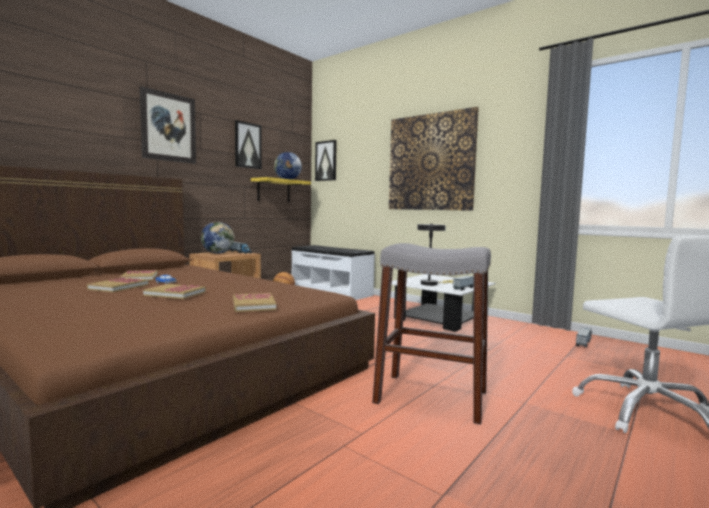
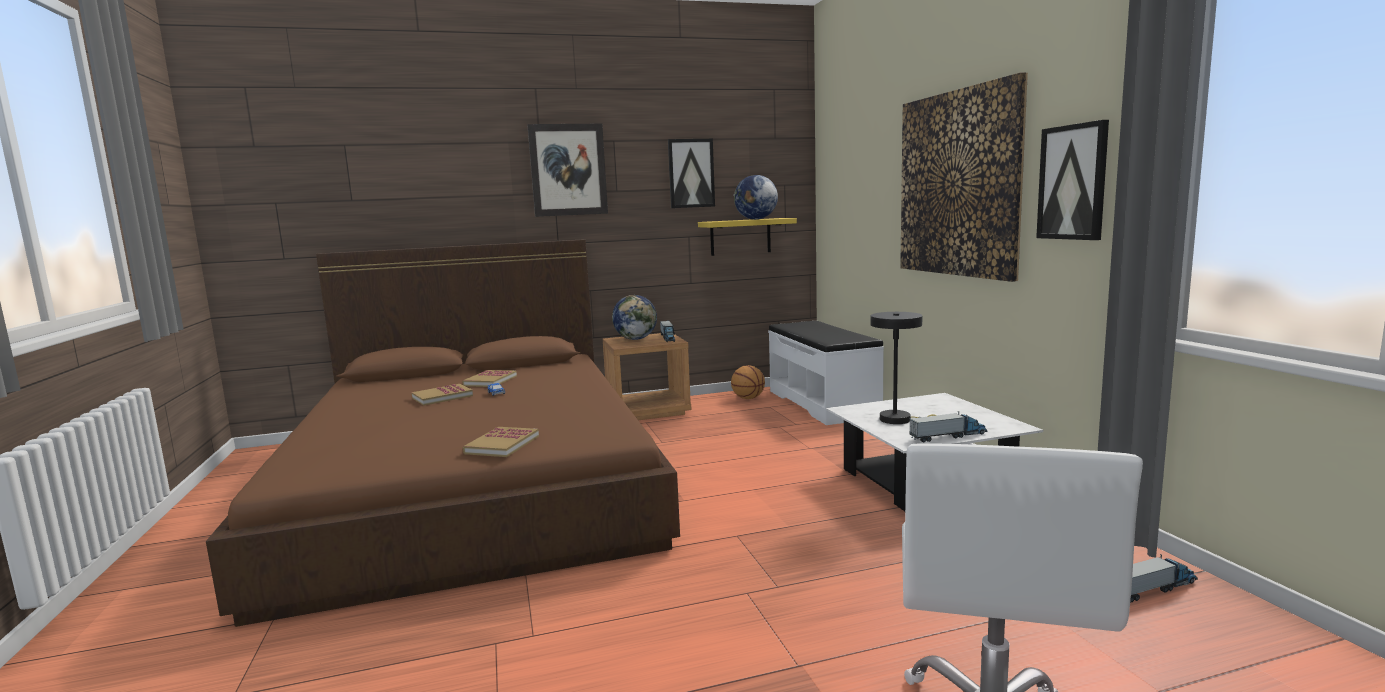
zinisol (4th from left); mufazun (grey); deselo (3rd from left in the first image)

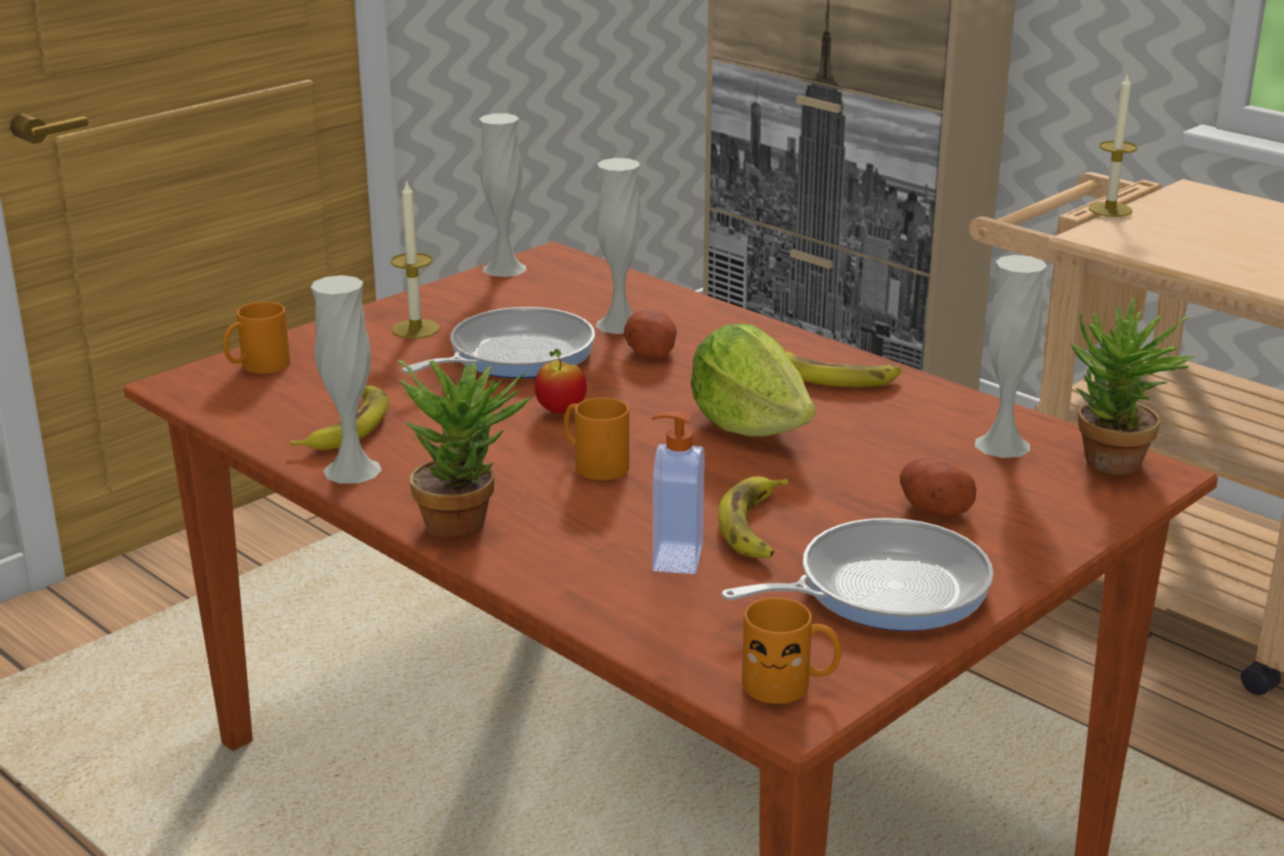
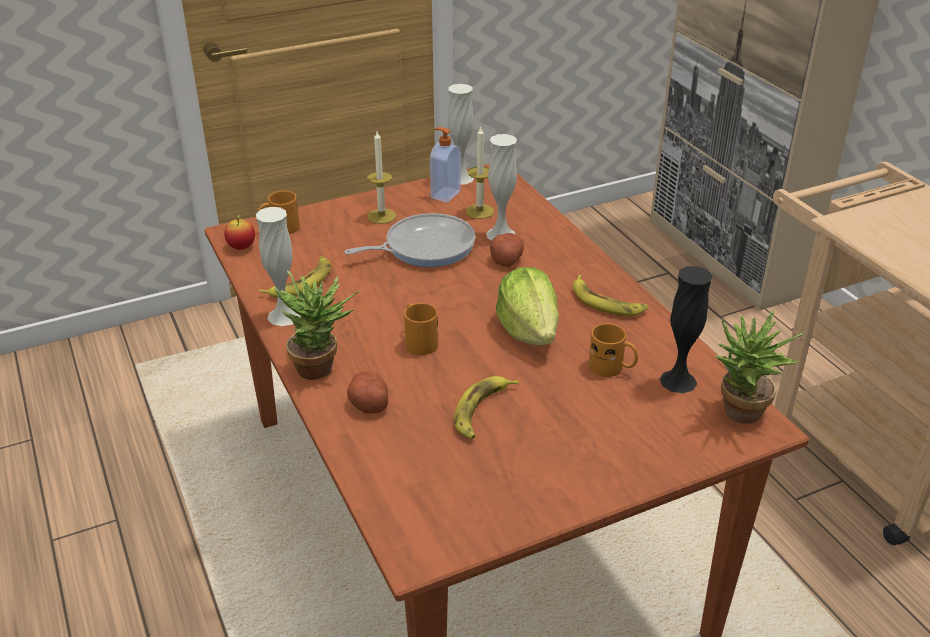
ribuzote (2nd from left); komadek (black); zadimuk; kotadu; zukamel (1st from left); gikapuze (2nd from left in the first image); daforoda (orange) (3rd from left)

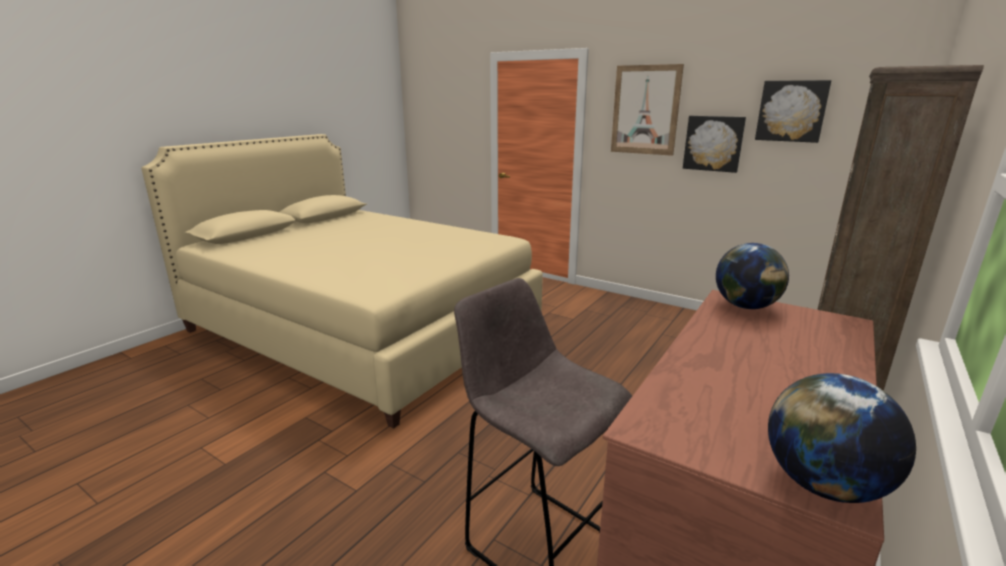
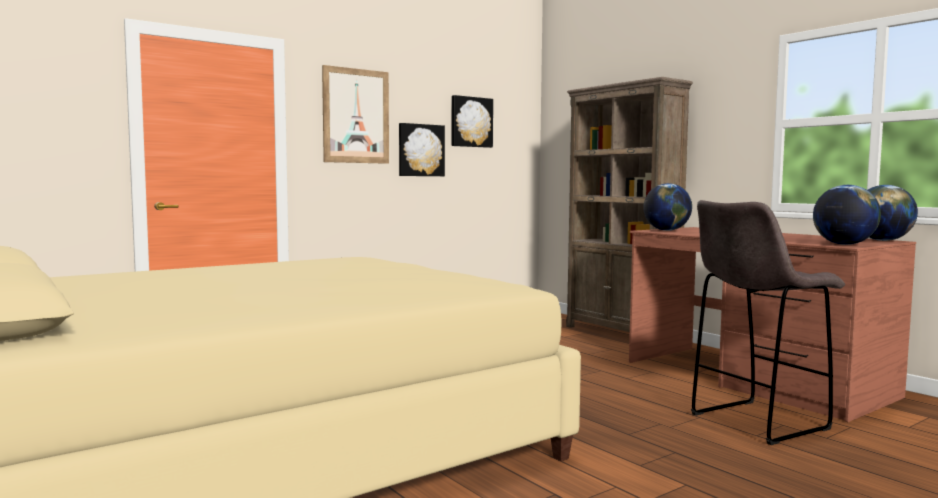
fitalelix (2nd from left)

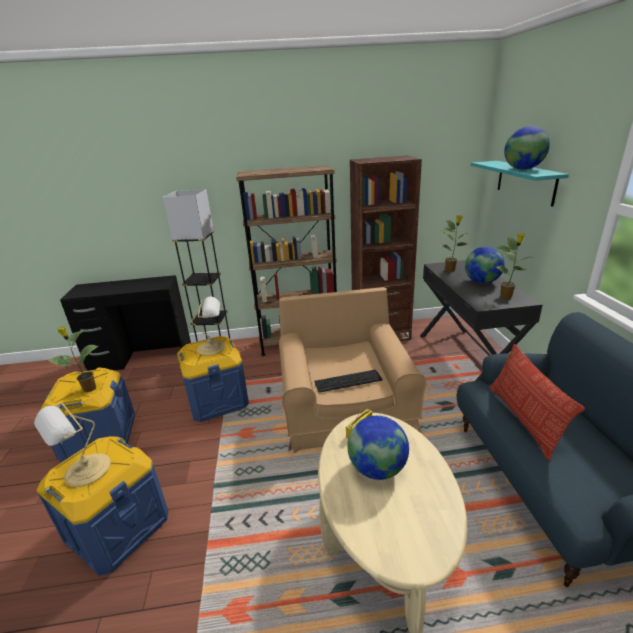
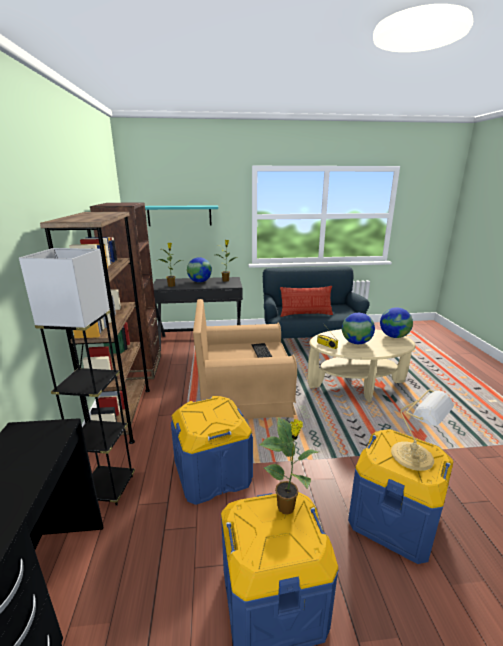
fitalelix (3rd from left); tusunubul (2nd from left in the first image)

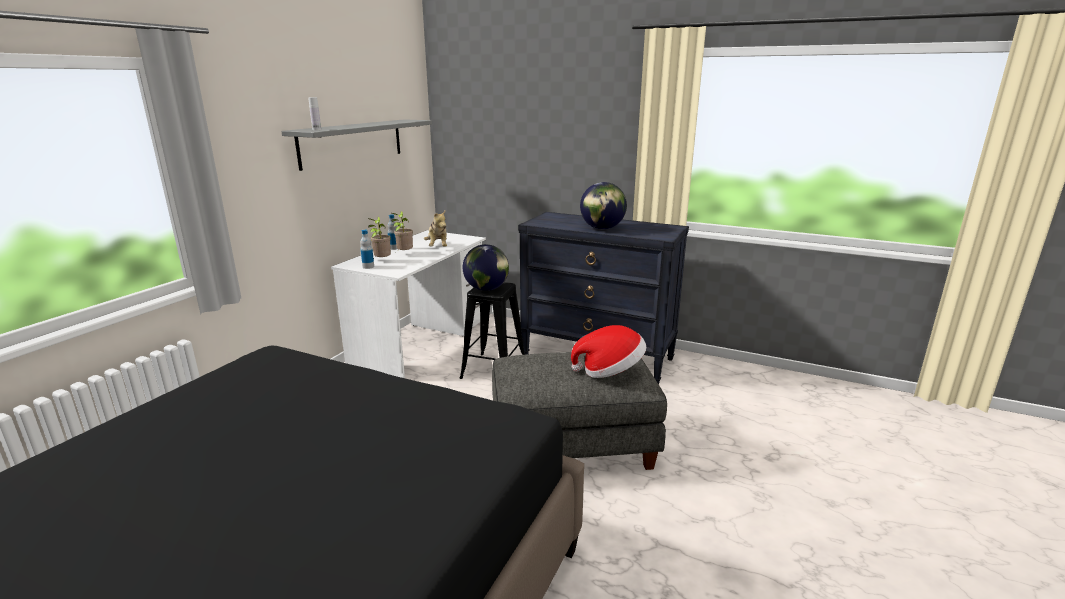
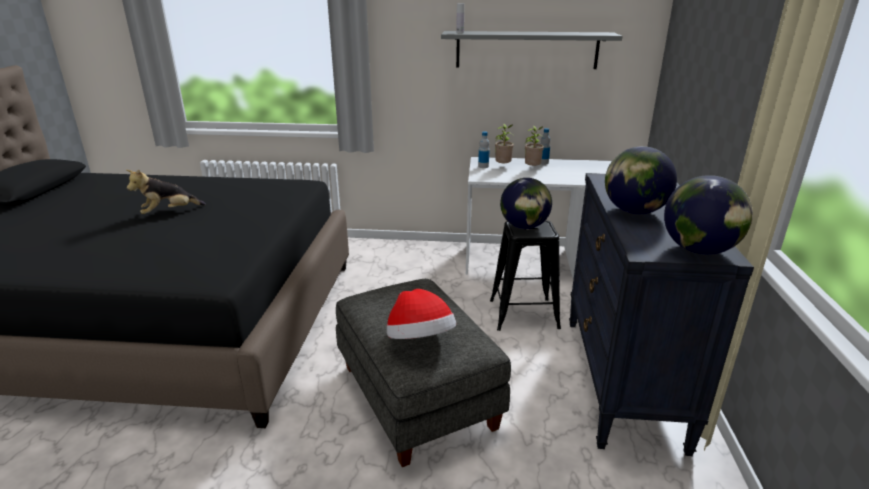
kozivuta; fitalelix (3rd from left)

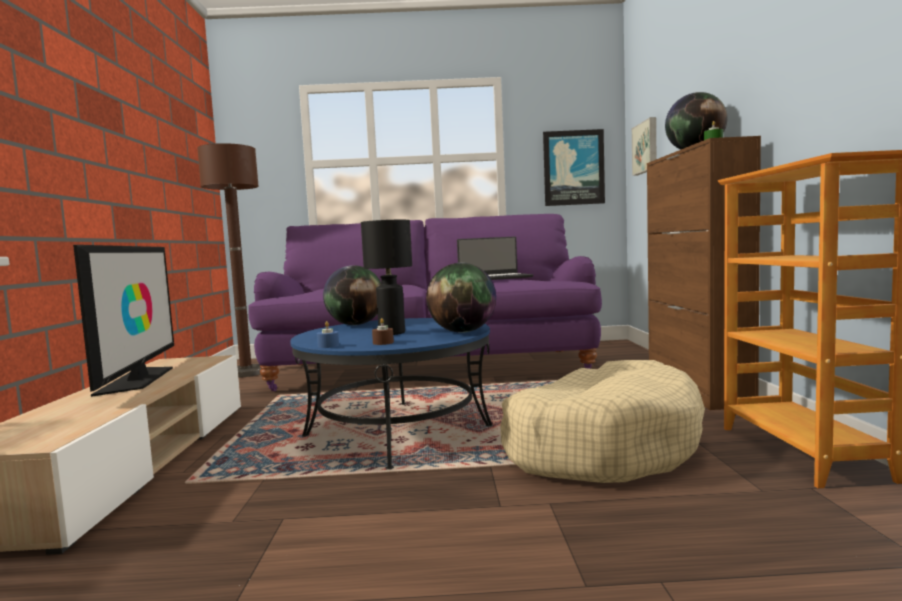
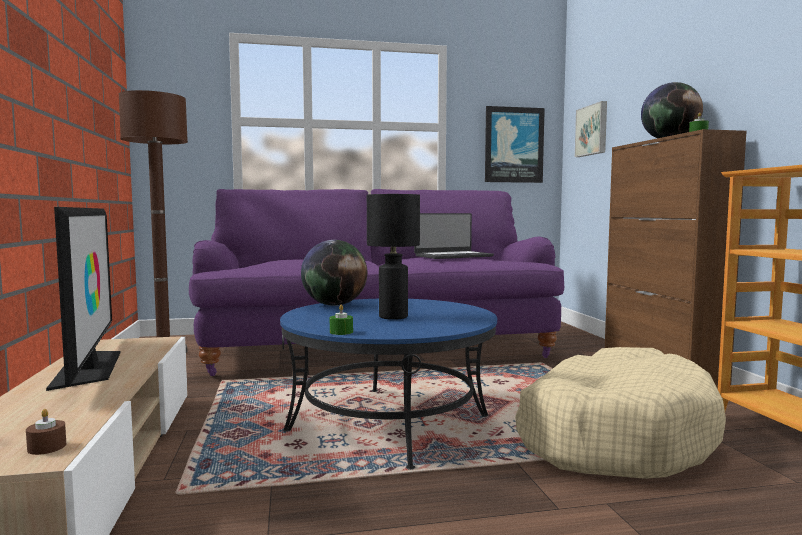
fitalelix (2nd from left in the first image); ribuzote (brown); ribuzote (green) (1st from left)

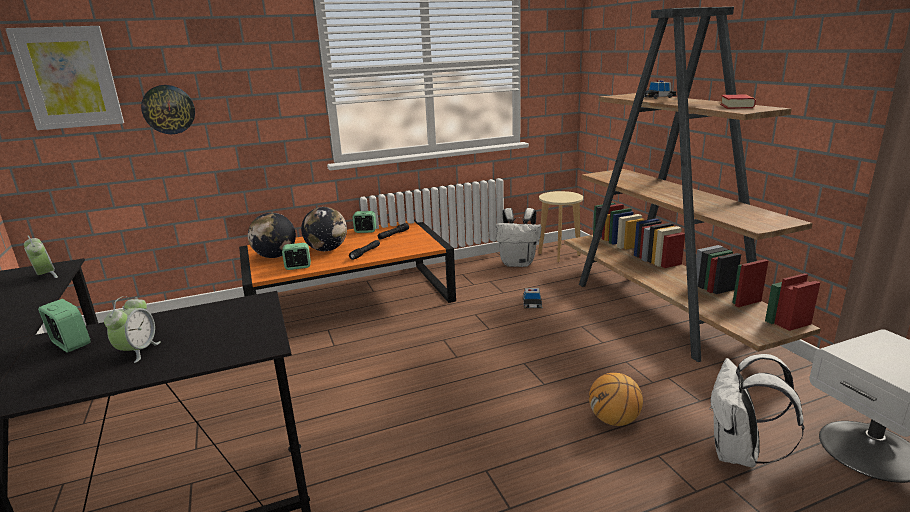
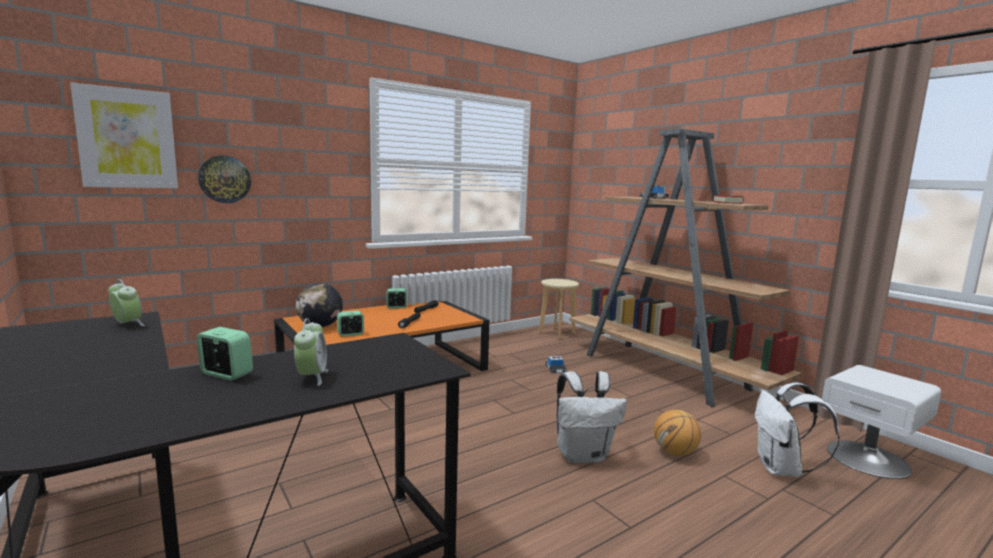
fitalelix (2nd from left in the first image); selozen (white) (1st from left)

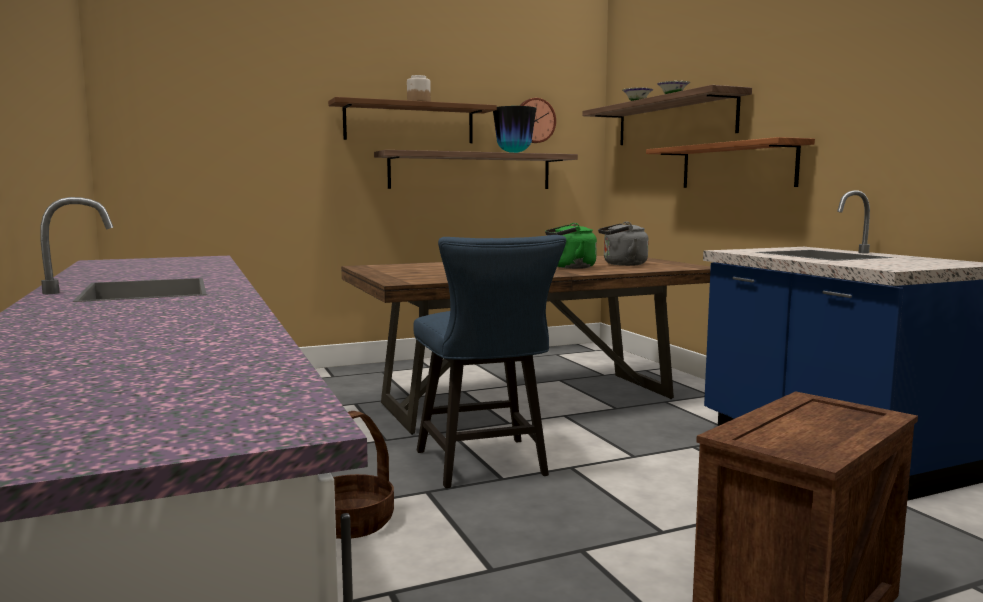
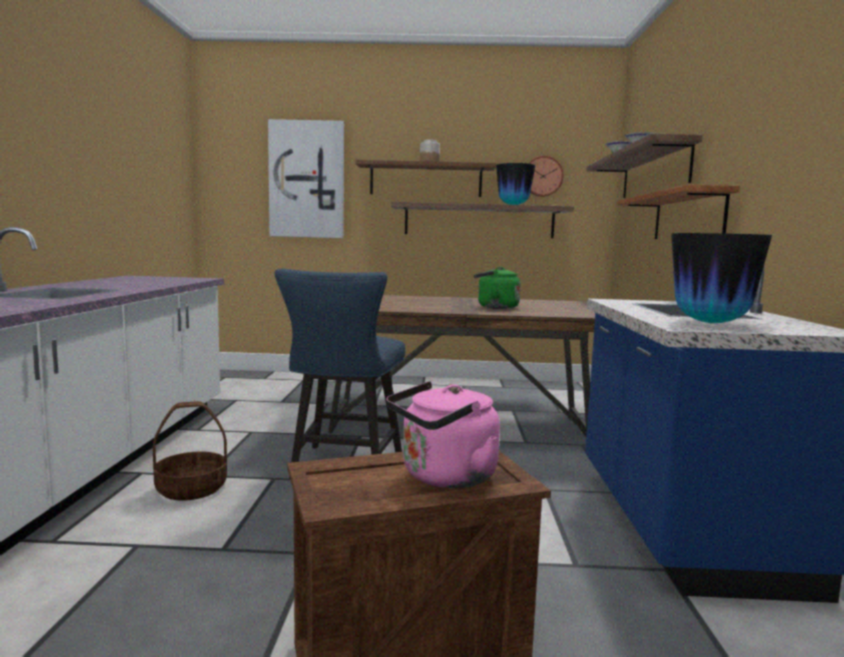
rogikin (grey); zinisol; komadek (2nd from left); rogikin (pink)

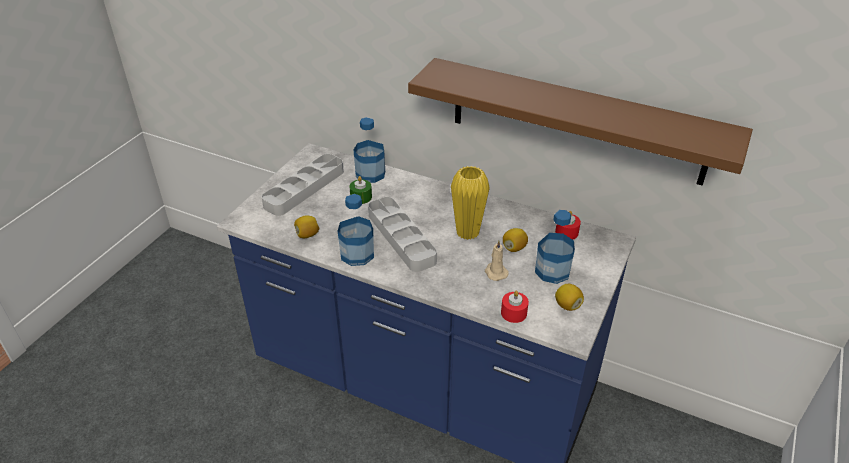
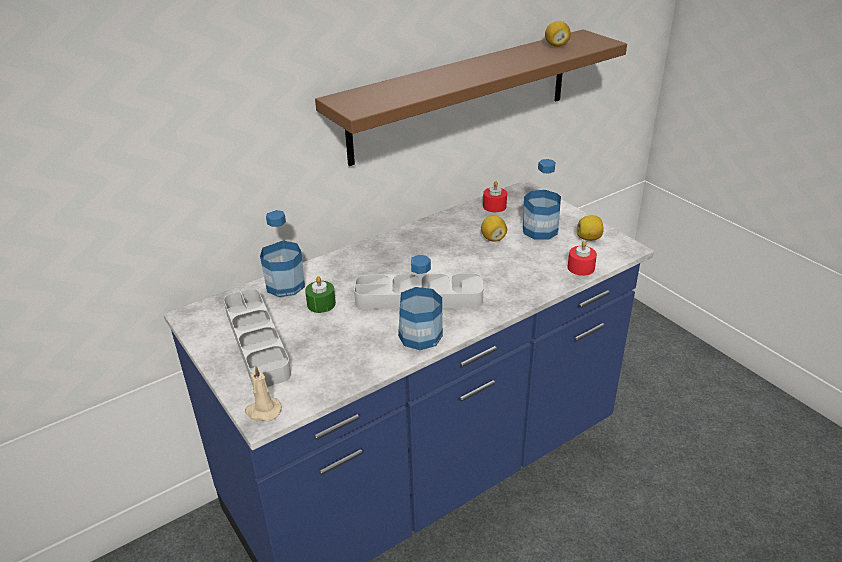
komadek (yellow); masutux (2nd from left); ribuzote (beige)

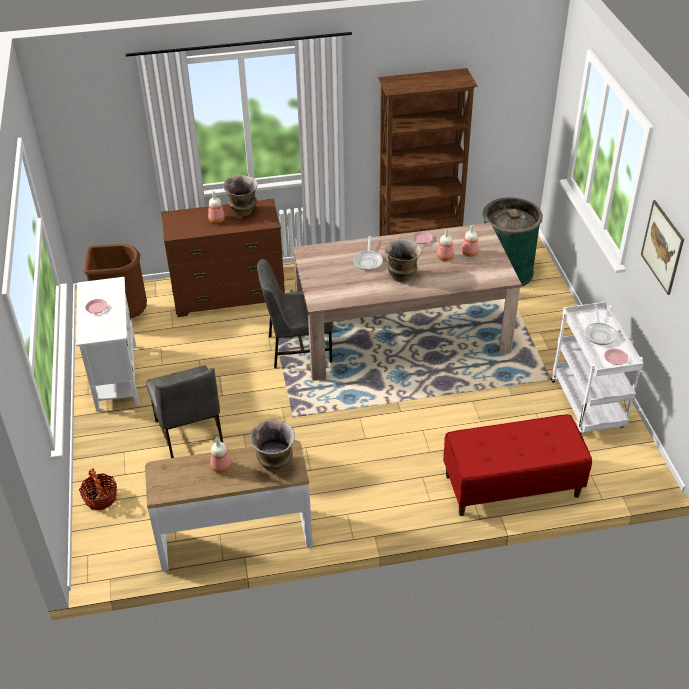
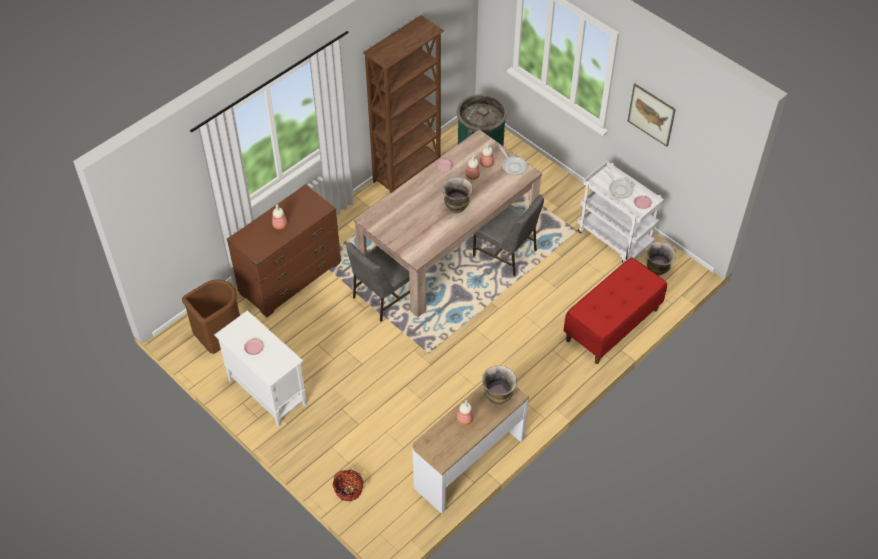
komadek (3rd from left); gikapuze (1st from left); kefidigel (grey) (2nd from left)

